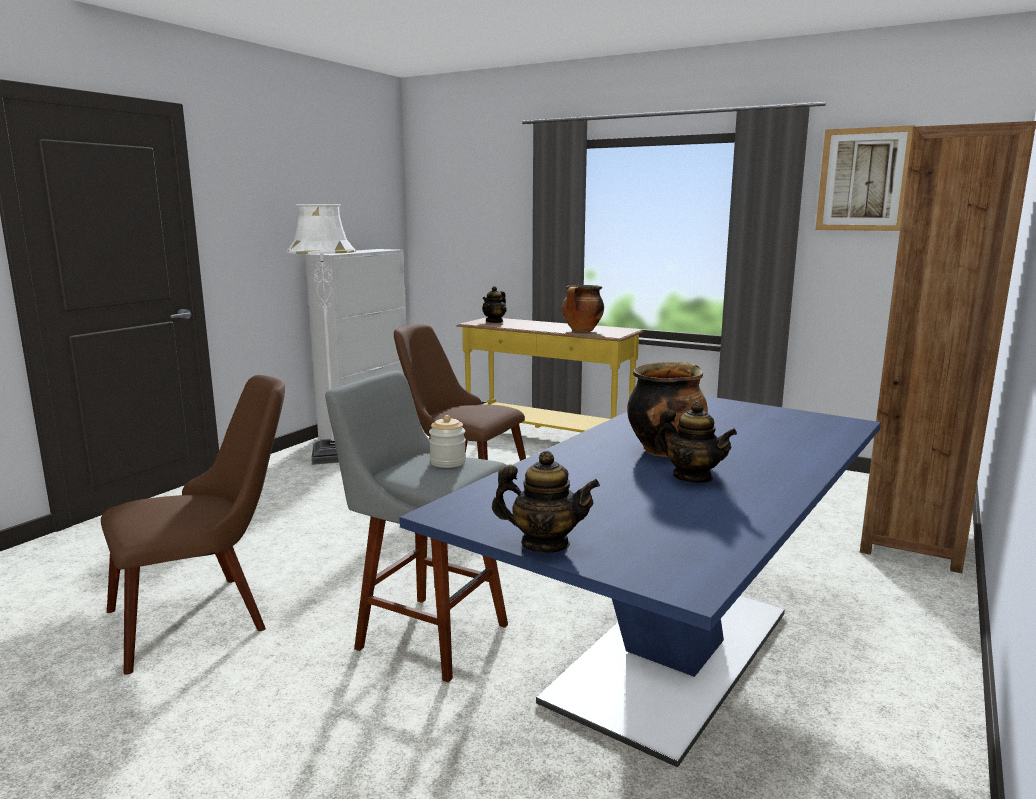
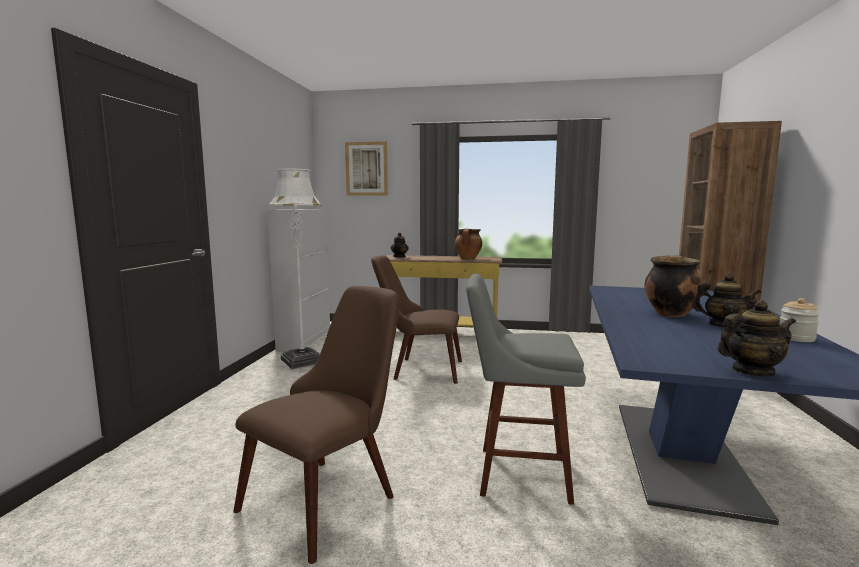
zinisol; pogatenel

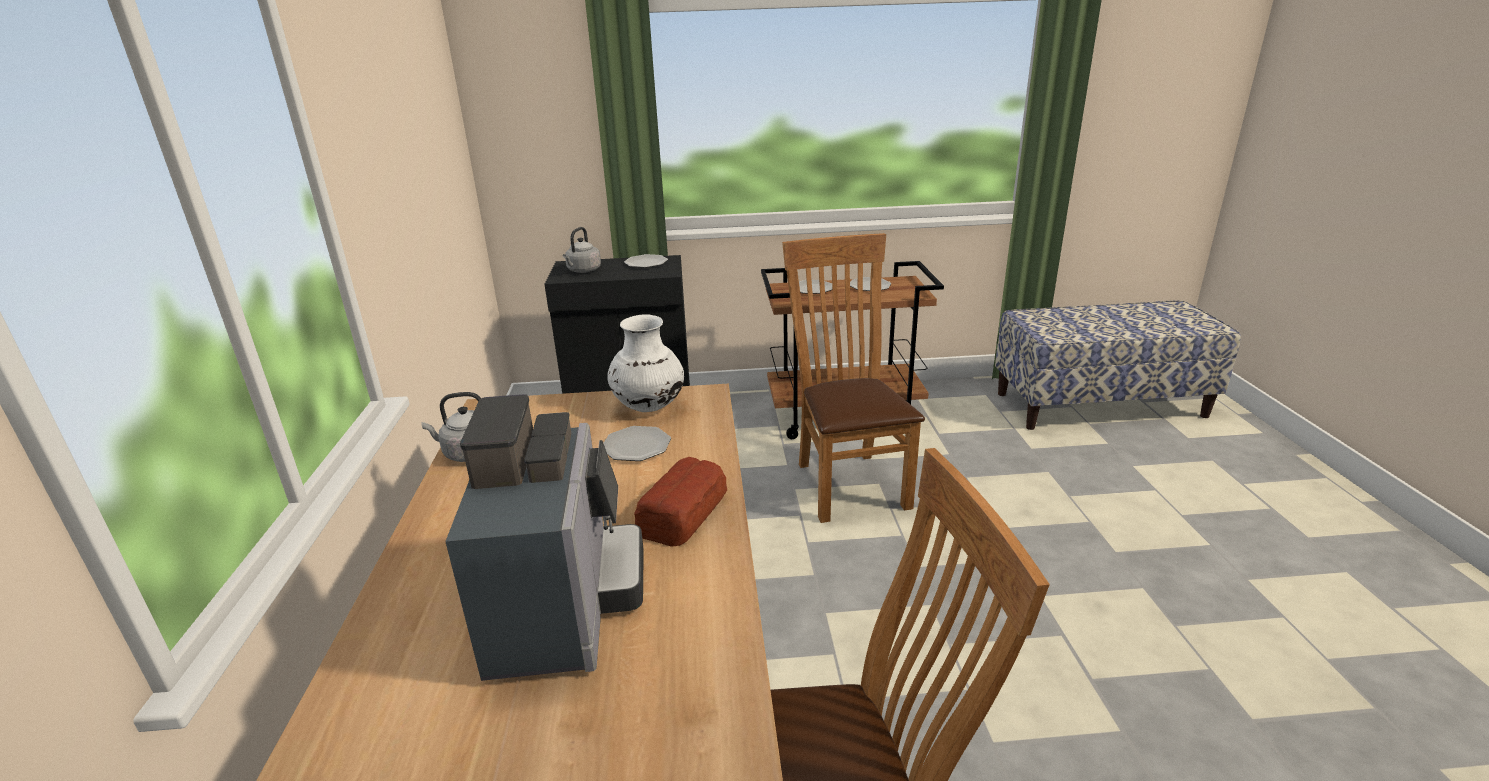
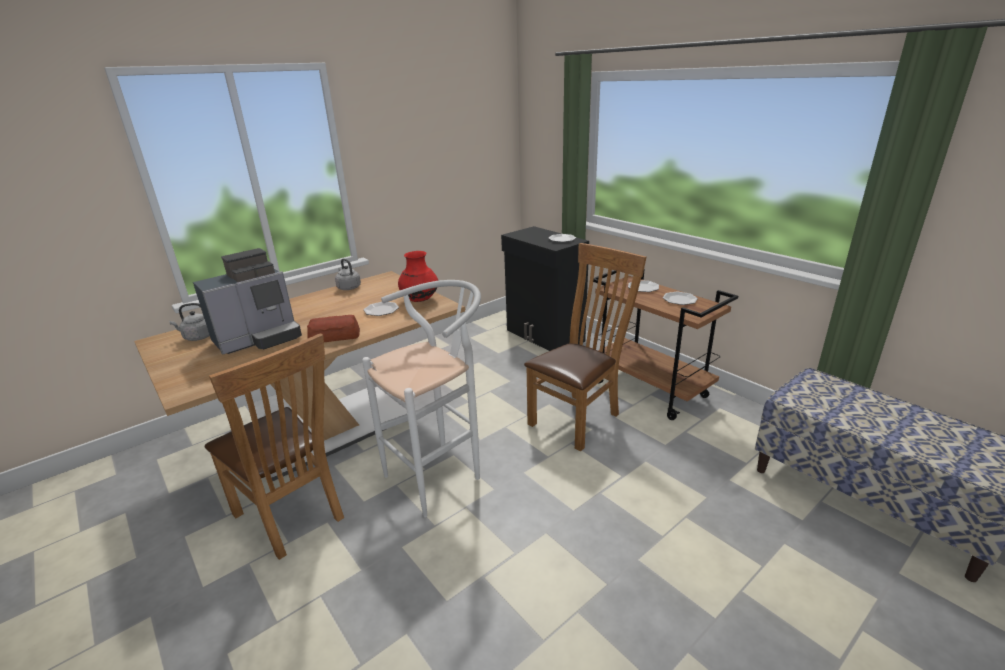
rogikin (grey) (1st from left); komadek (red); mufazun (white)

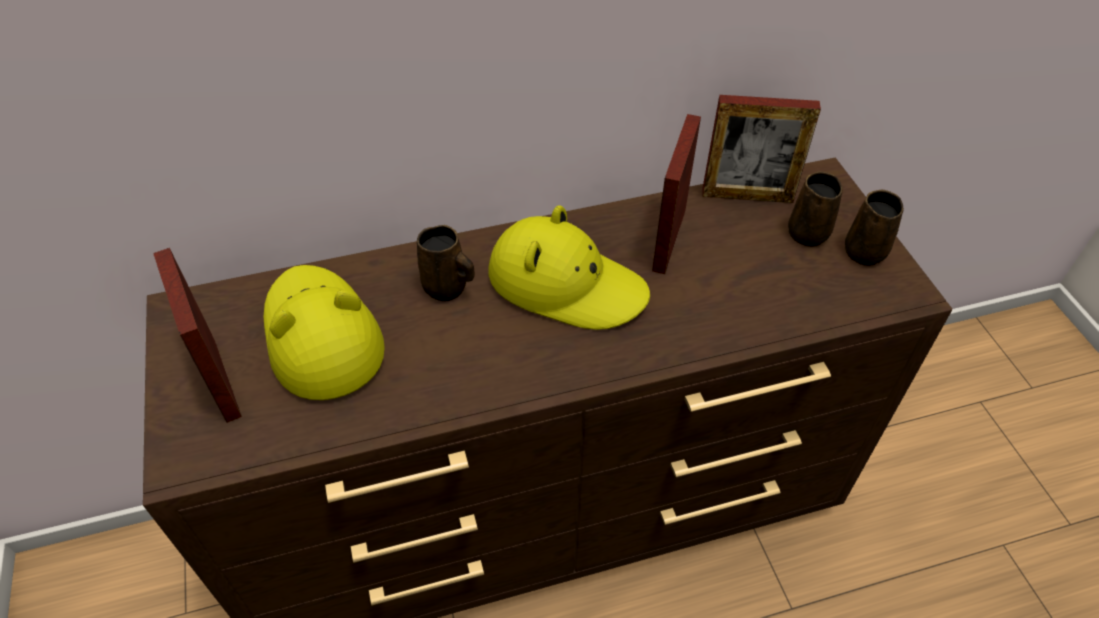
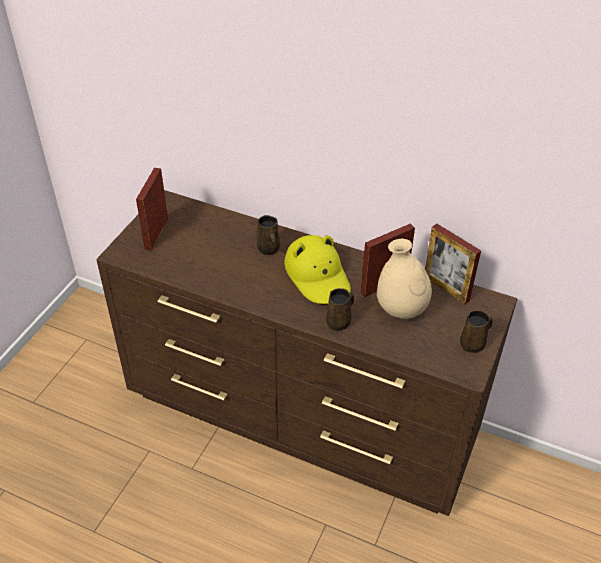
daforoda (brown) (2nd from left); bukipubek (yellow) (1st from left in the first image); komadek (beige)

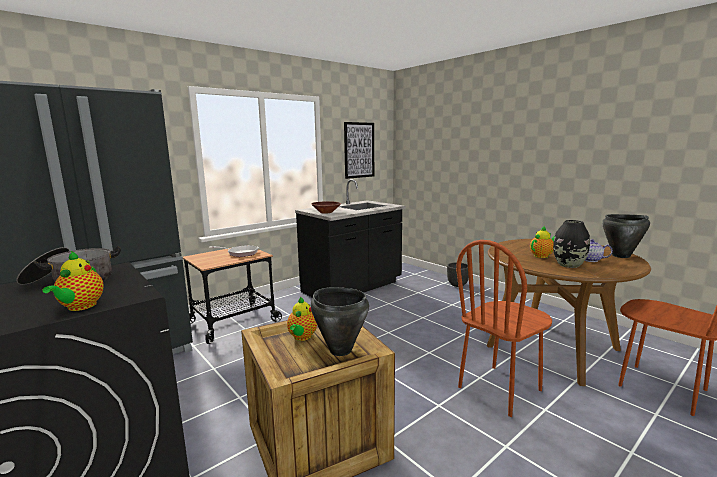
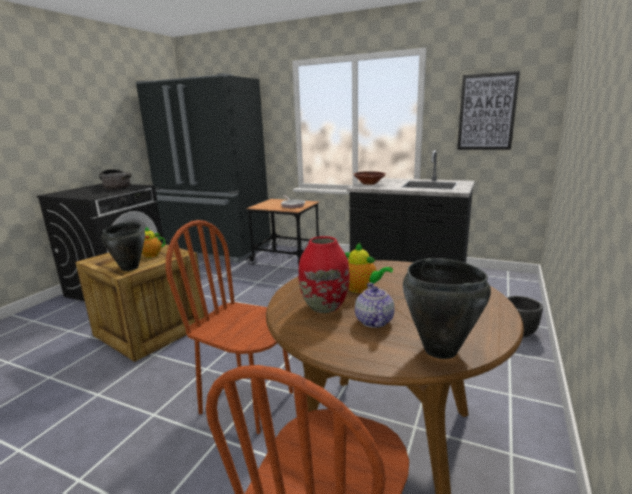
komadek (red); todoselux (1st from left in the first image)

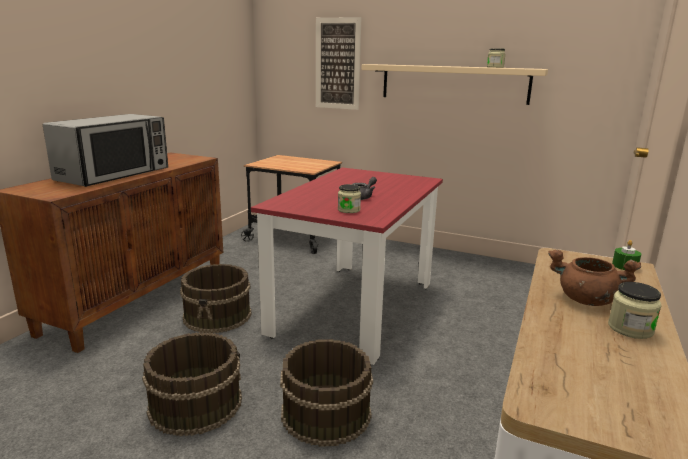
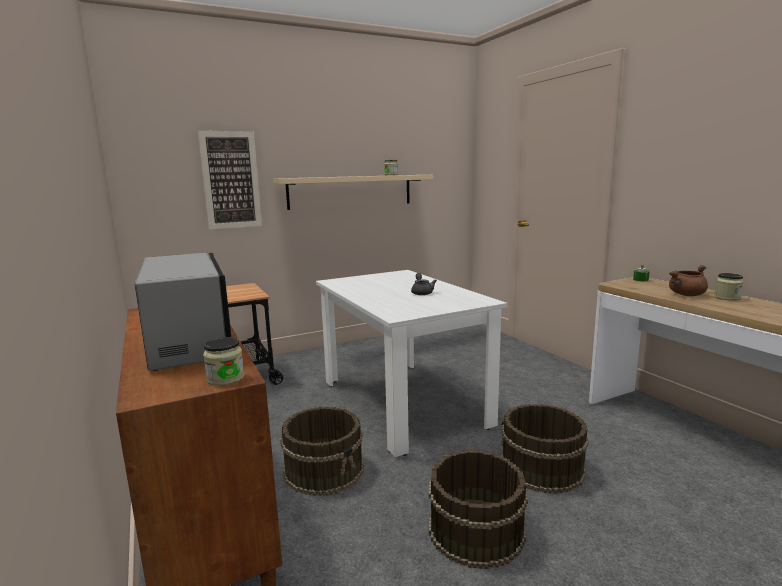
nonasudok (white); pogatenel (1st from left)

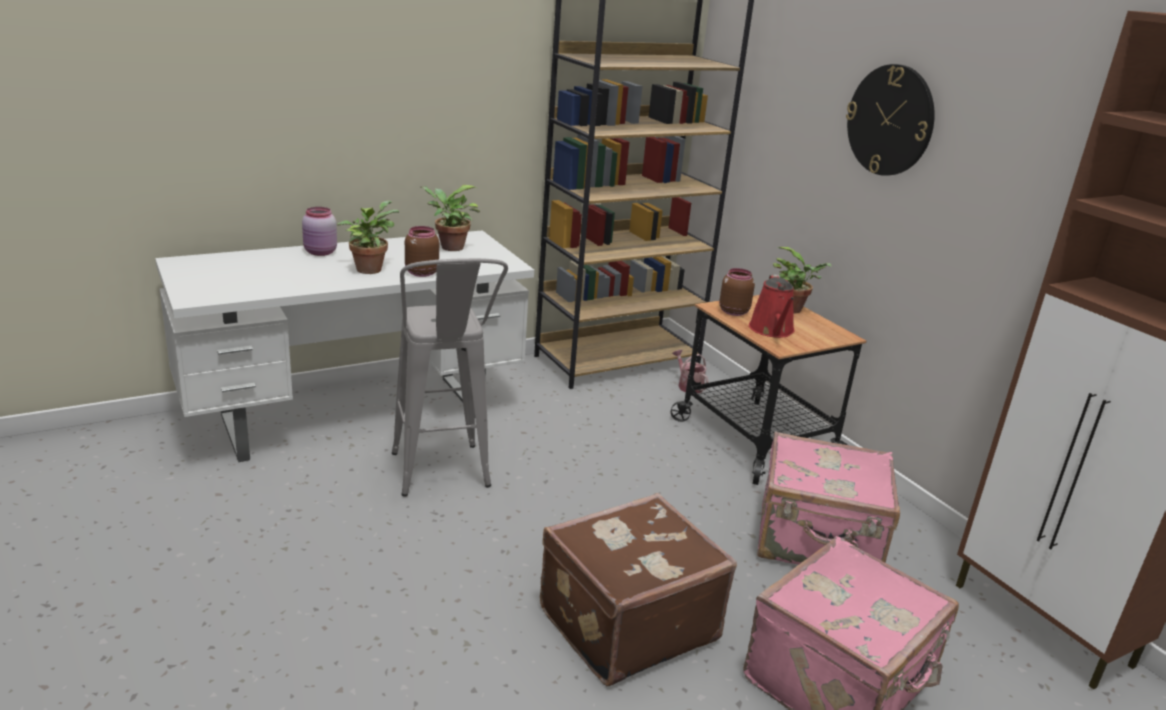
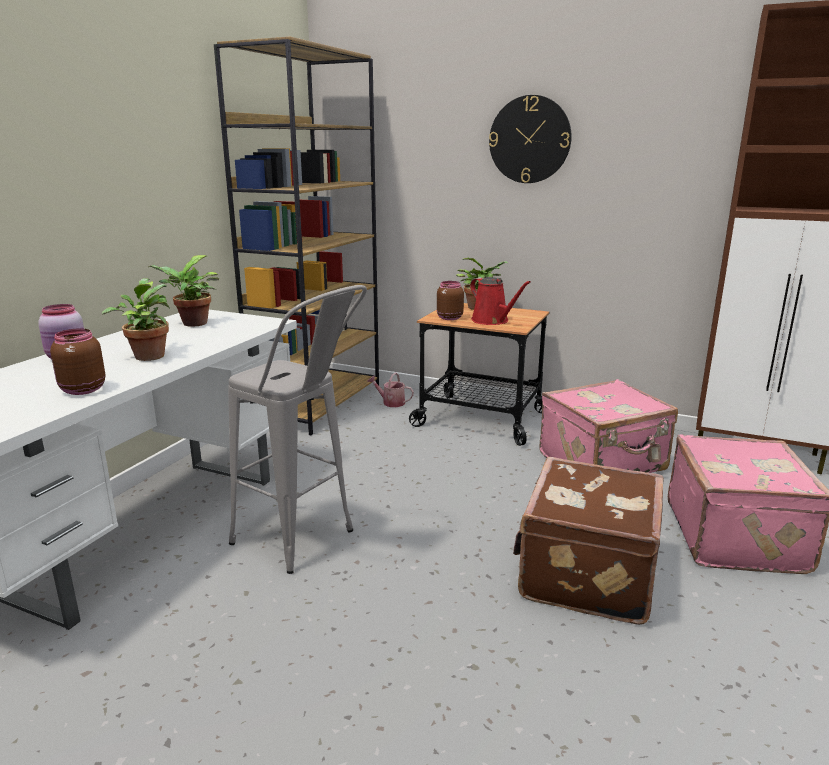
pogatenel (brown) (1st from left)

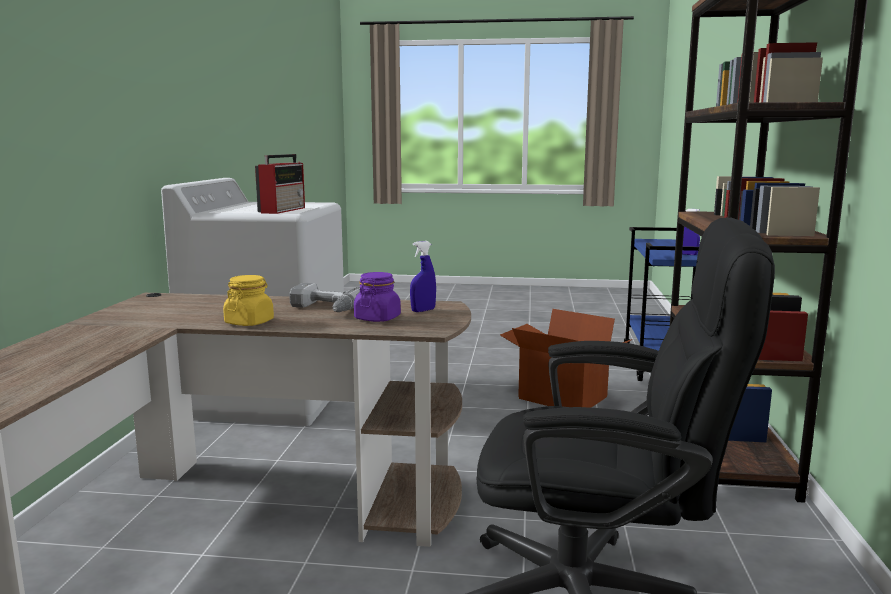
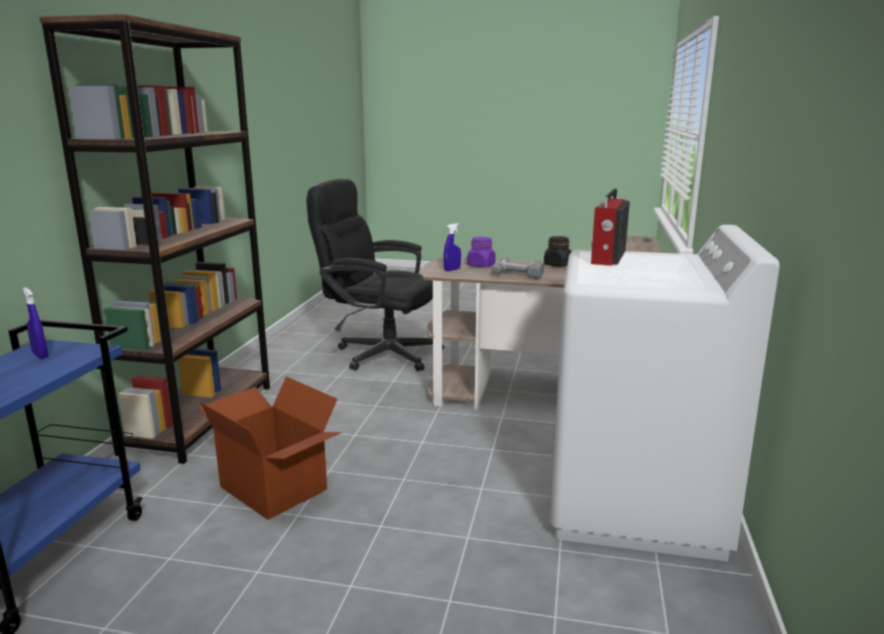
pogatenel (black)

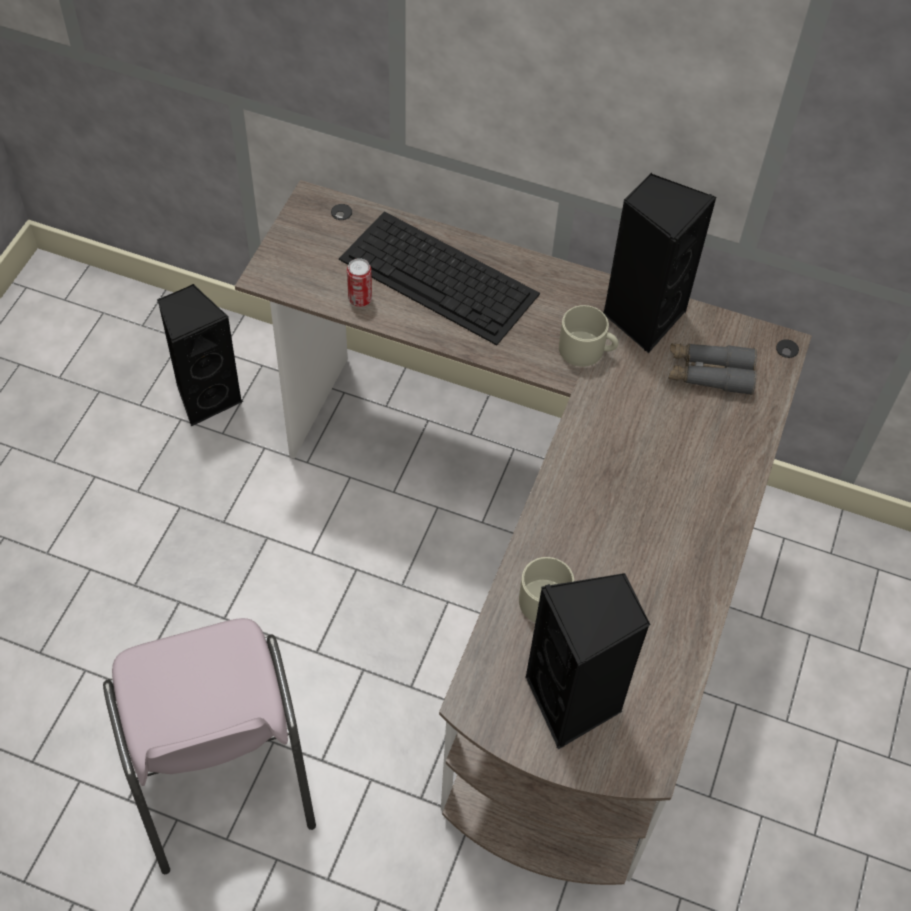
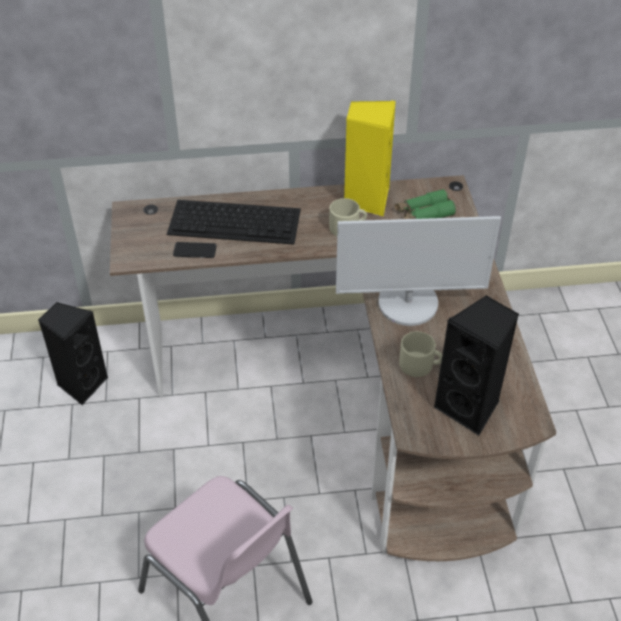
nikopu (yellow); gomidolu; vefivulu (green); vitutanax

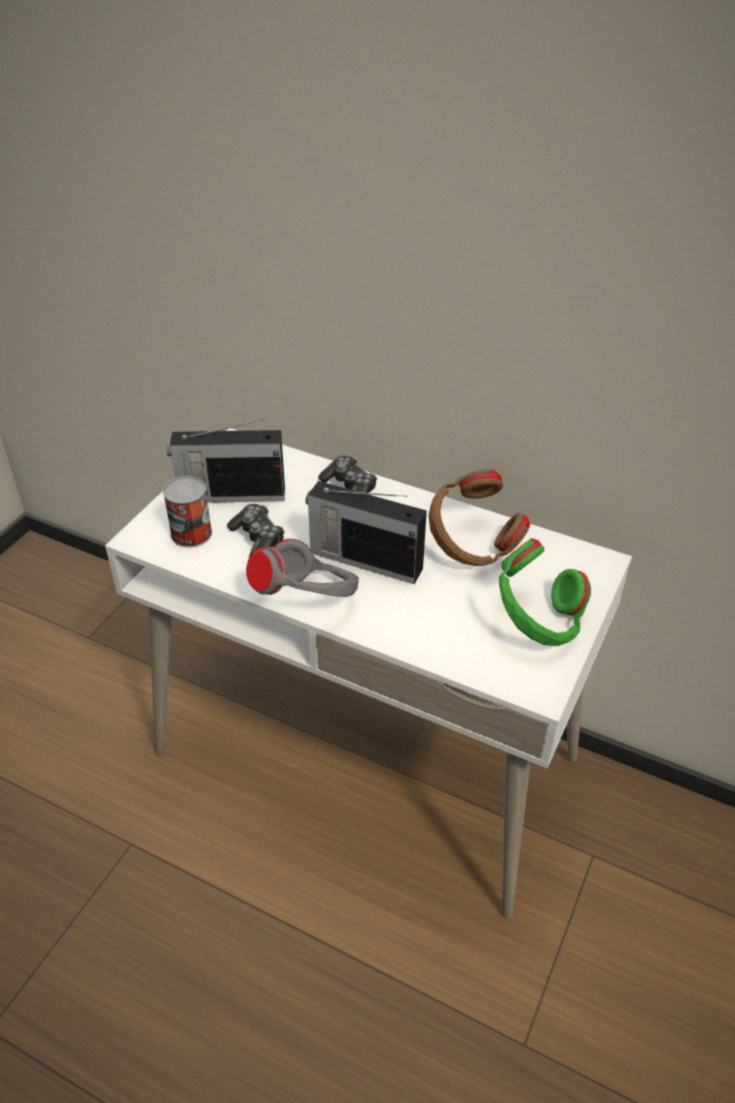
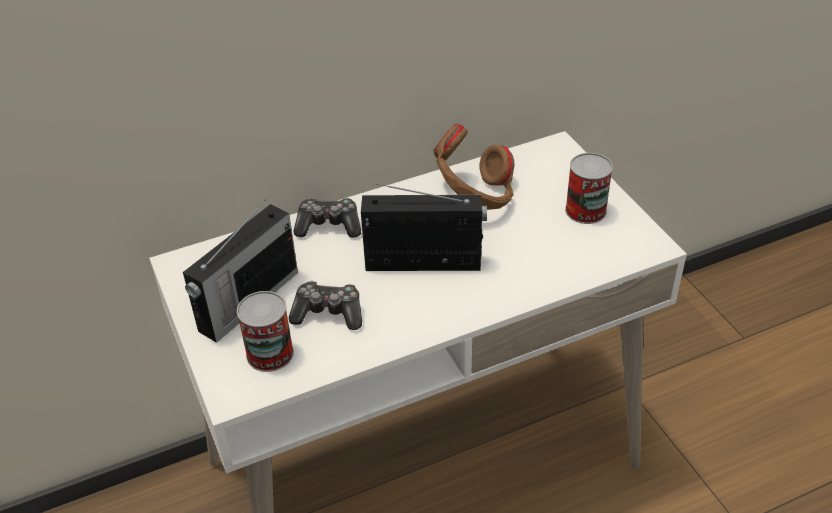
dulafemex (2nd from left); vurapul (2nd from left); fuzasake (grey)

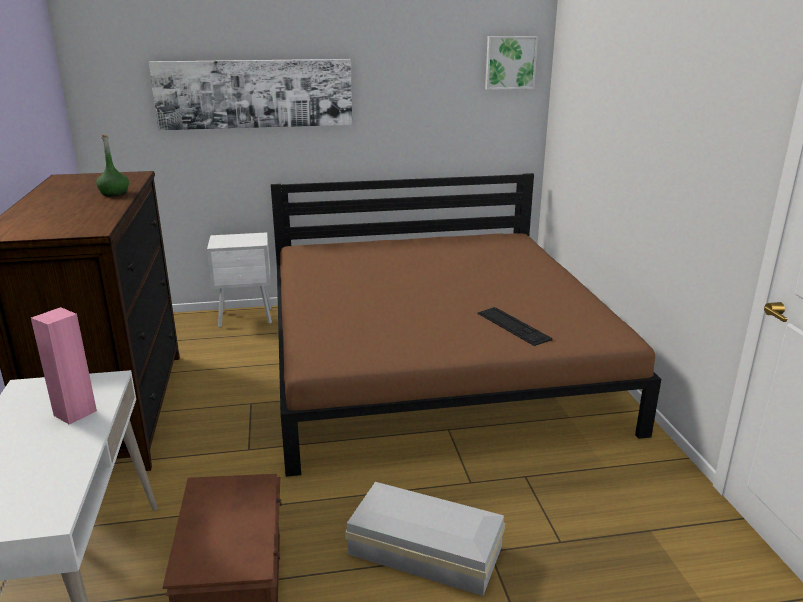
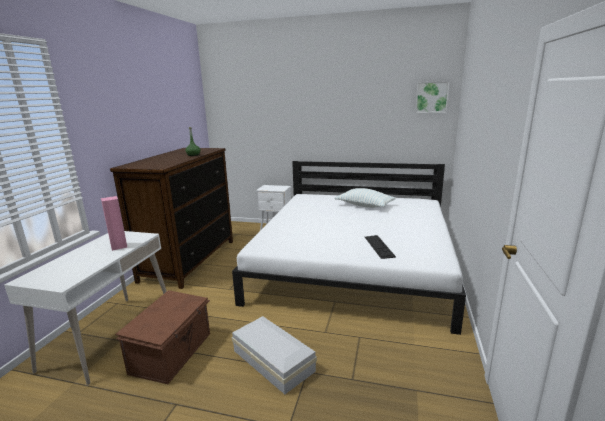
zinisol (1st from left in the first image); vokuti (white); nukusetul

